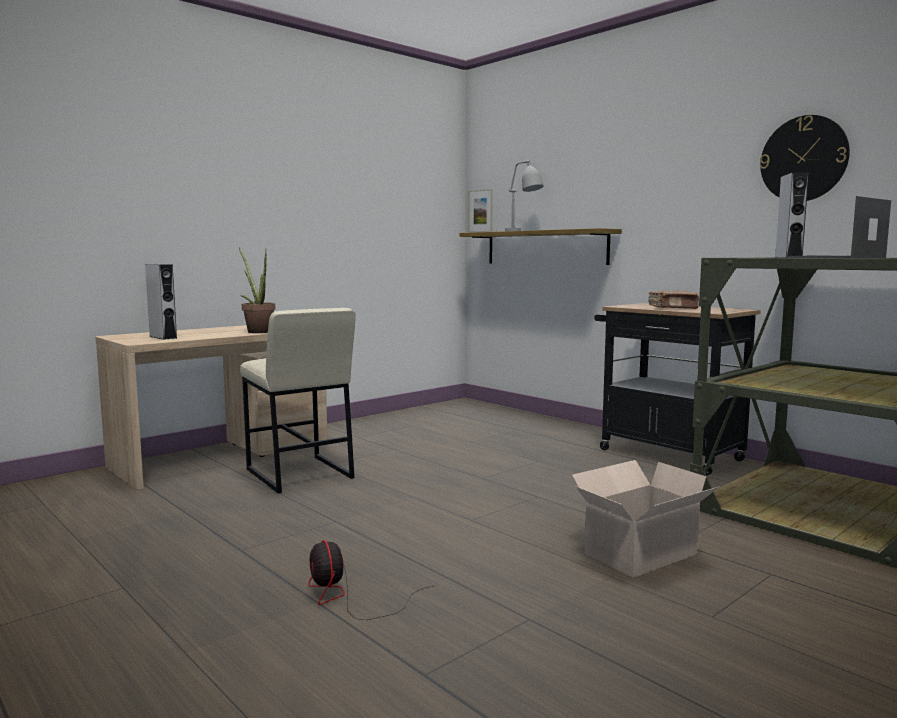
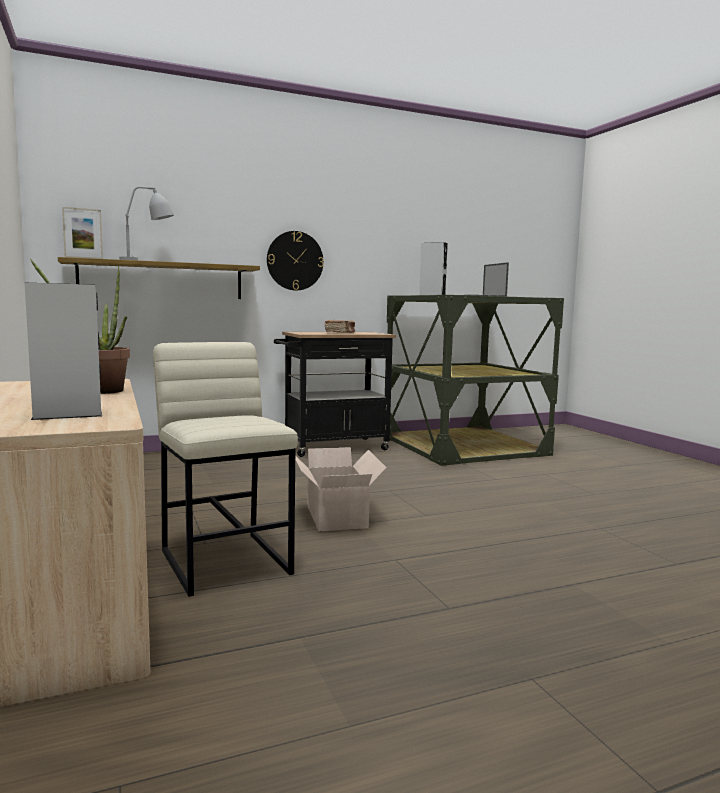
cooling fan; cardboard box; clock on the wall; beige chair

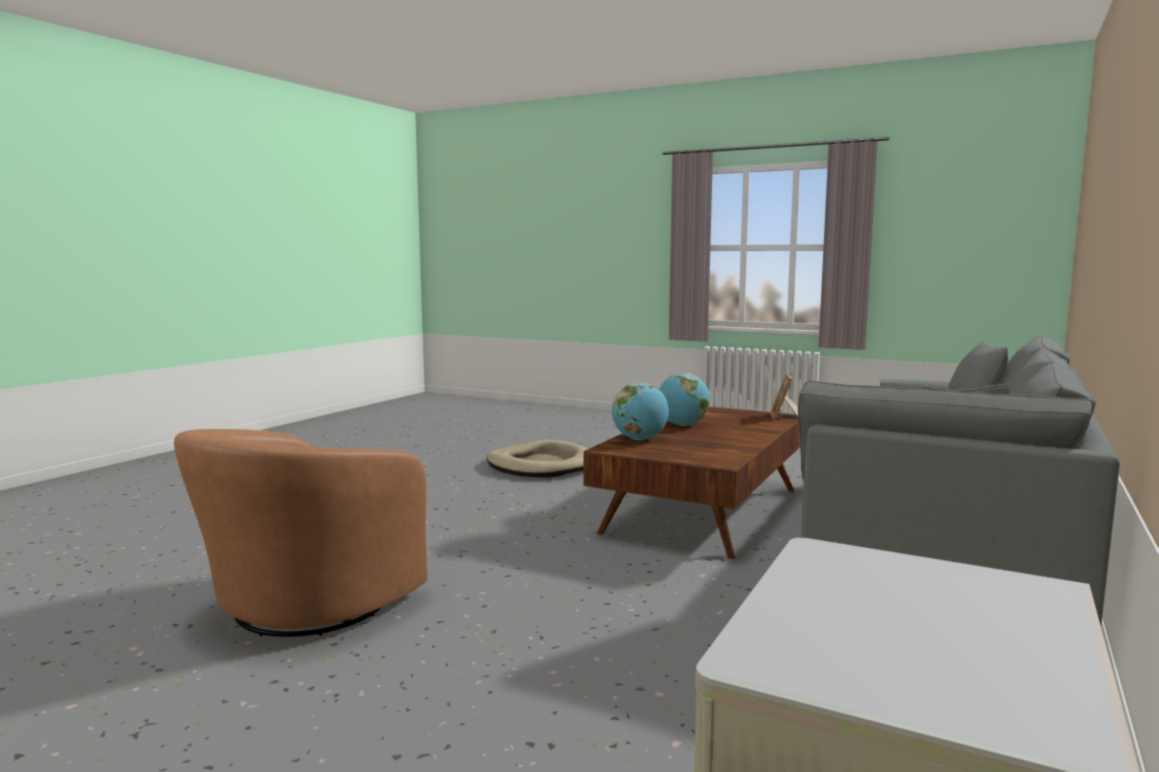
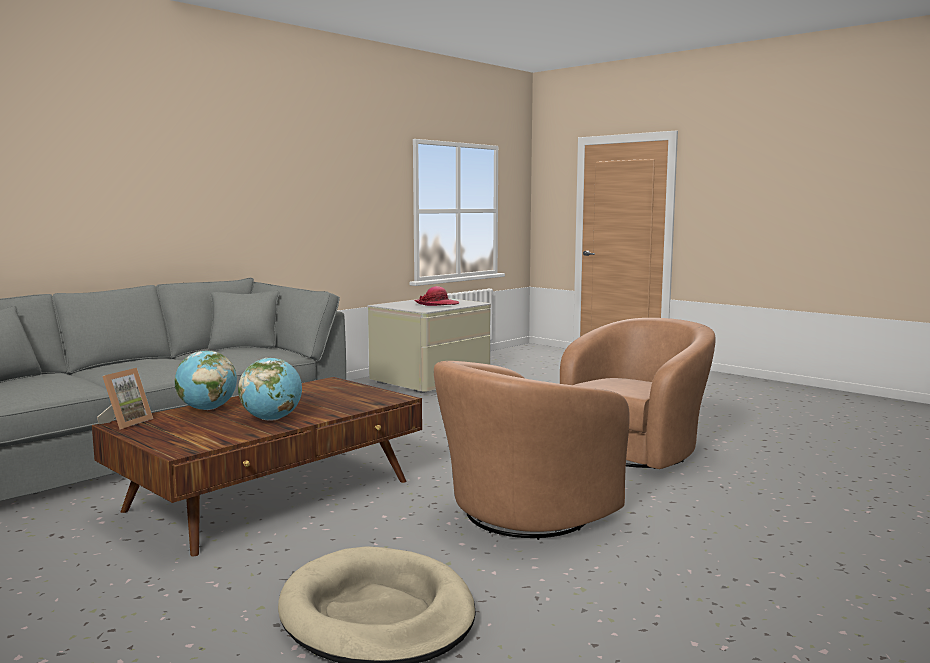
hat; brown-coloured easy chair (1st from left); desk globe (1st from left)

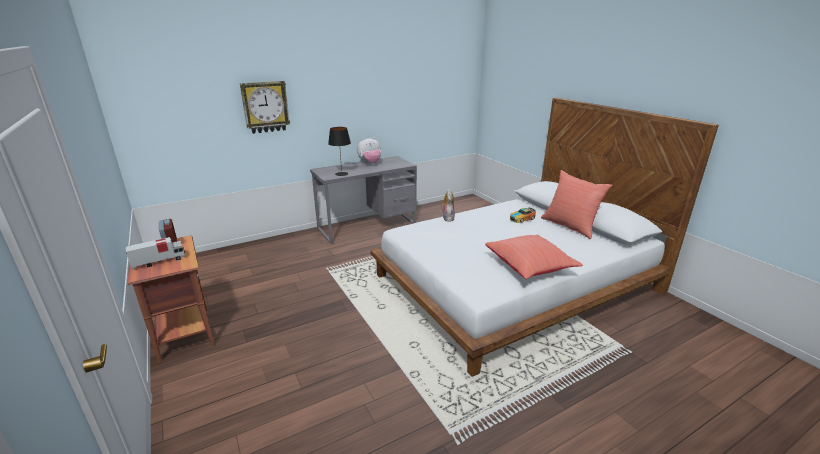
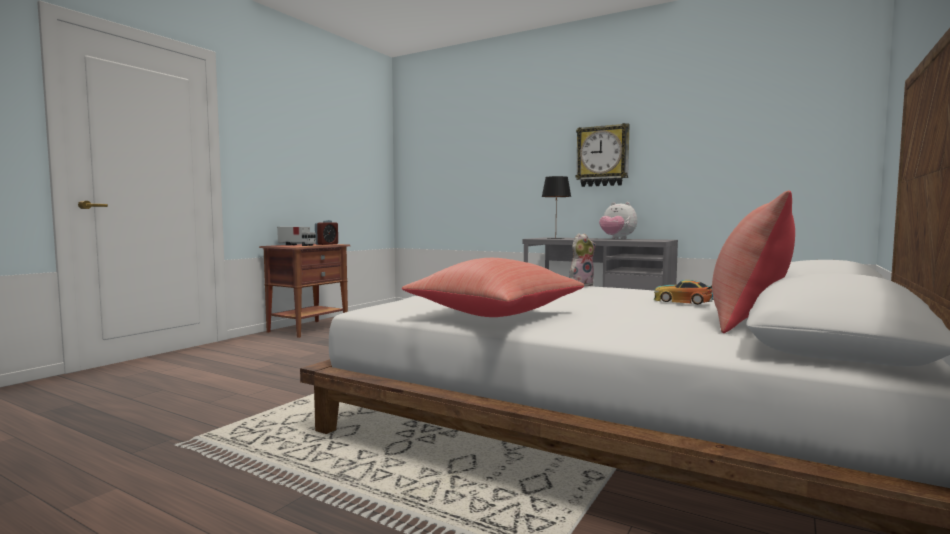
clock on the wall

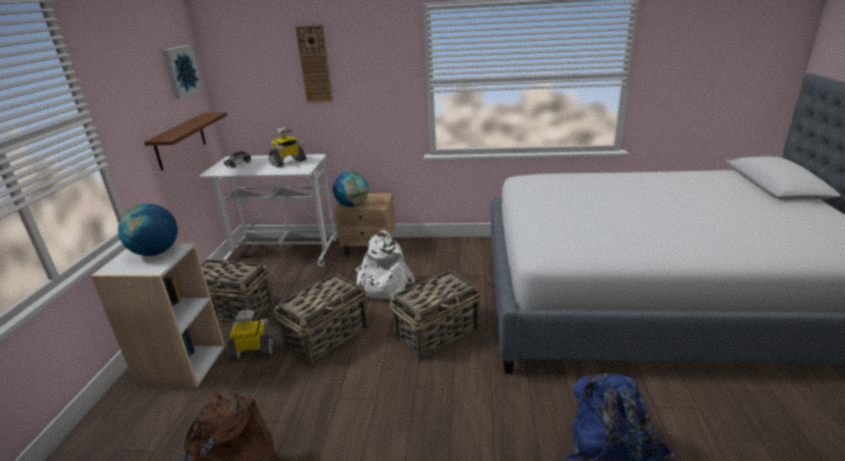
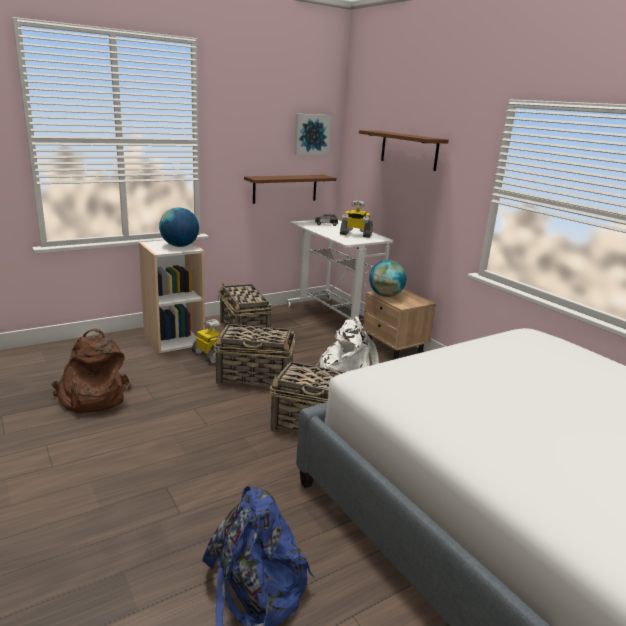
brown-coloured wall shelf (2nd from left)

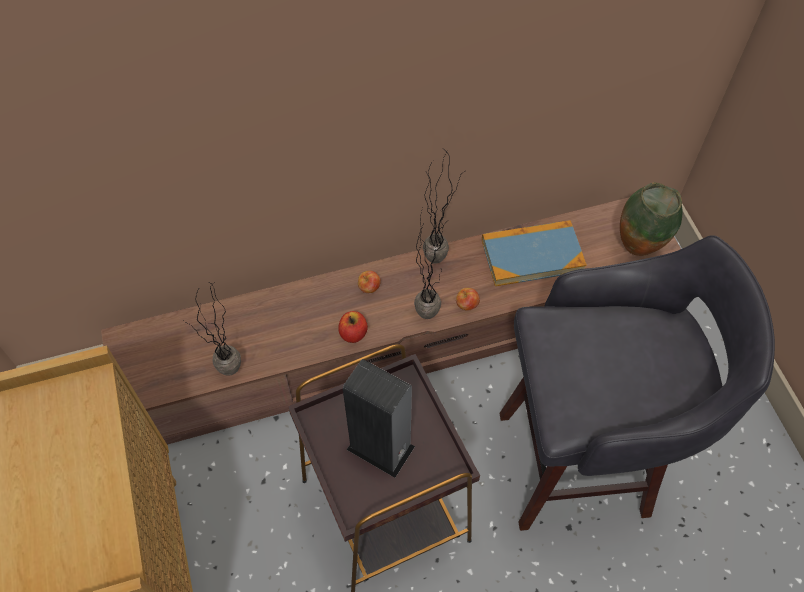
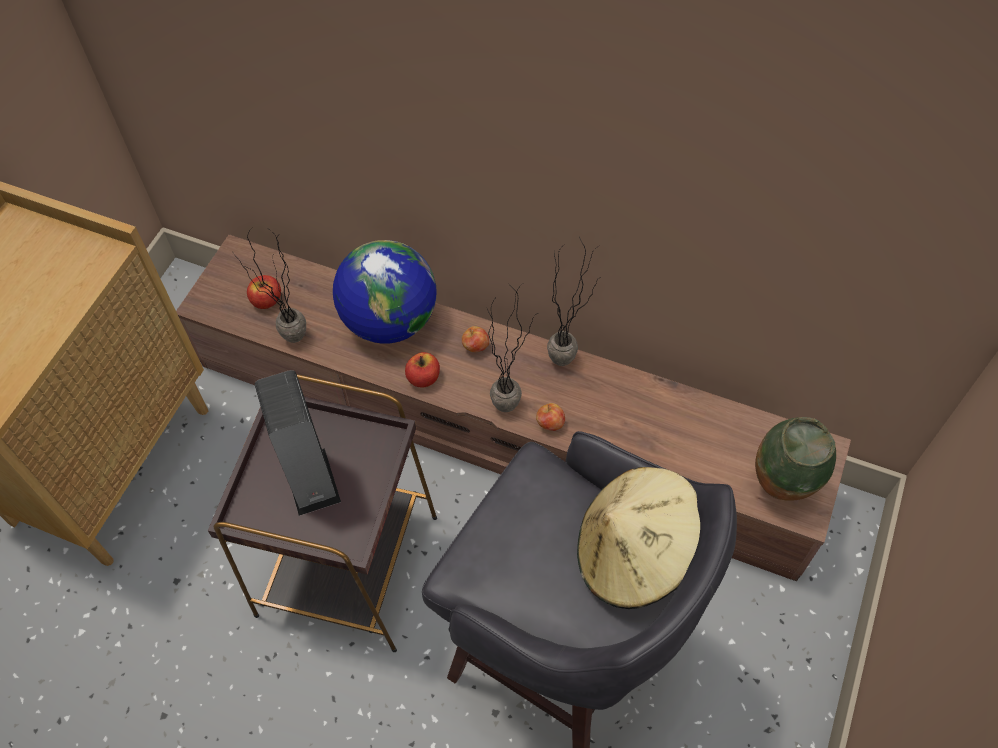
bound book; whole apple (1st from left); desk globe; beige hat

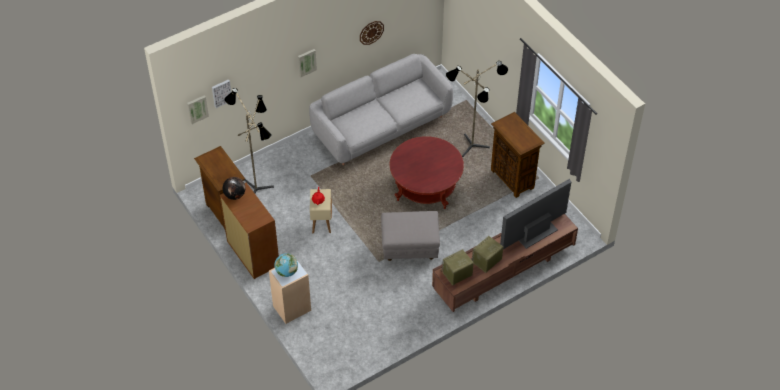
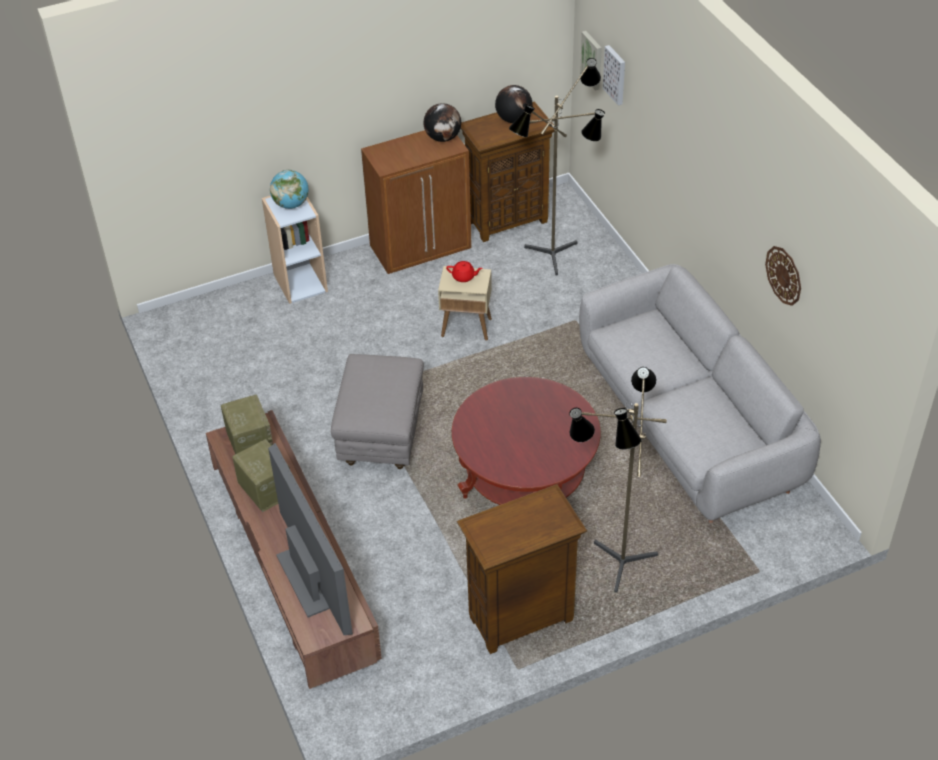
picture (3rd from left in the first image); desk globe (3rd from left)

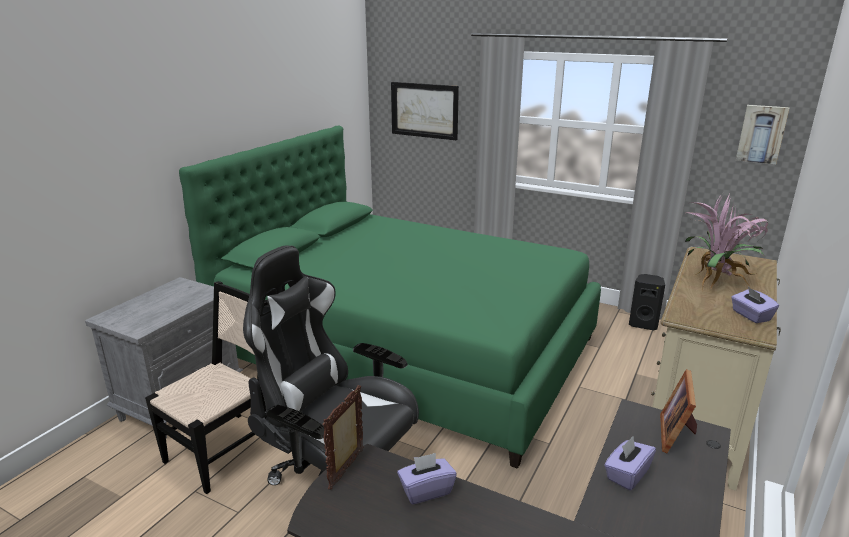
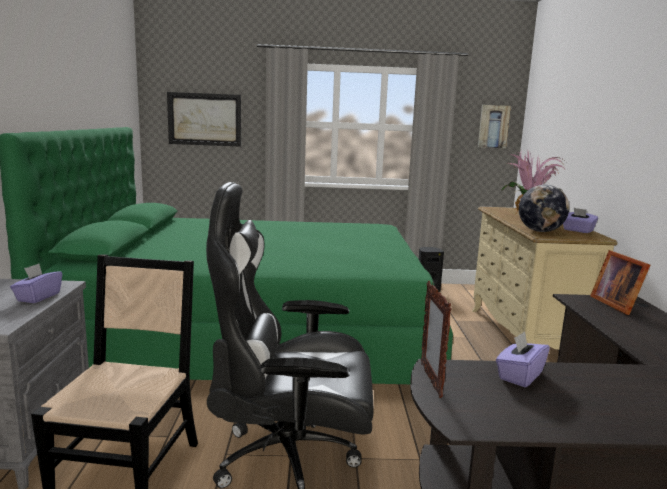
desk globe; purple-coloured box of tissues (1st from left)

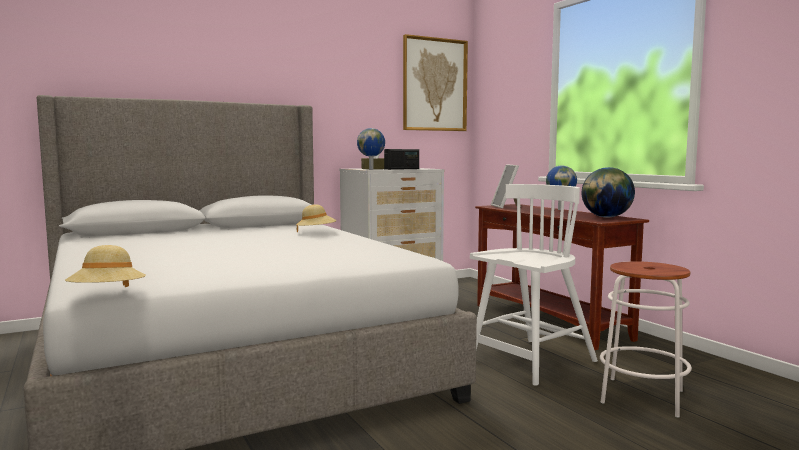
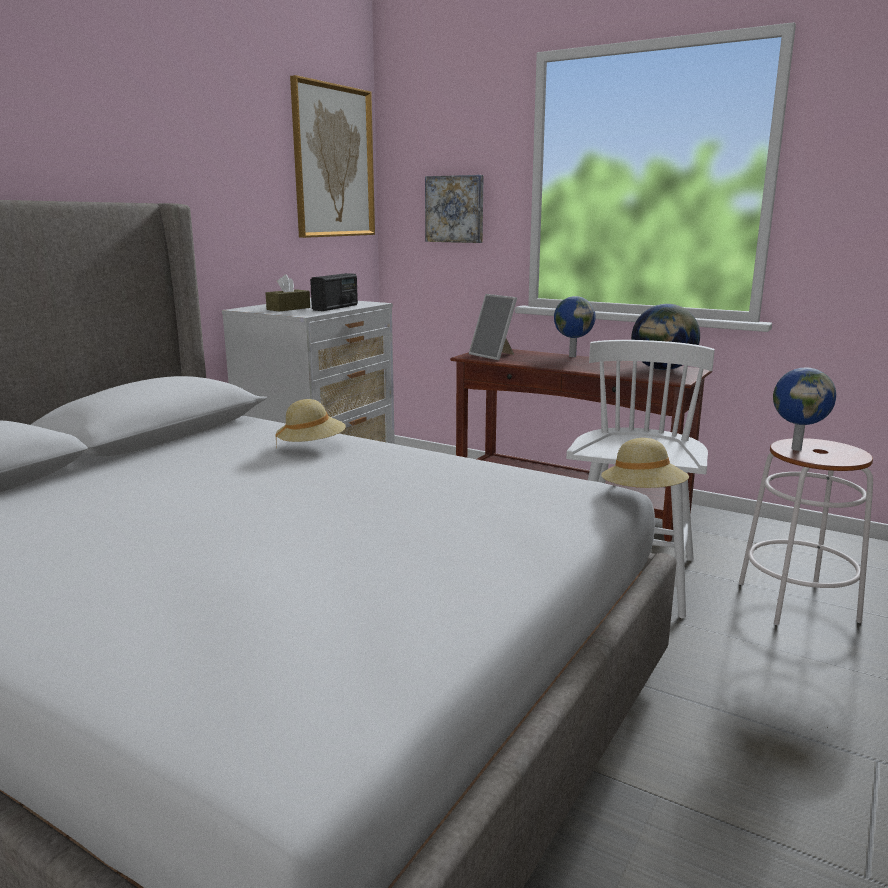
picture (2nd from left); beige hat (2nd from left); desk globe (3rd from left)

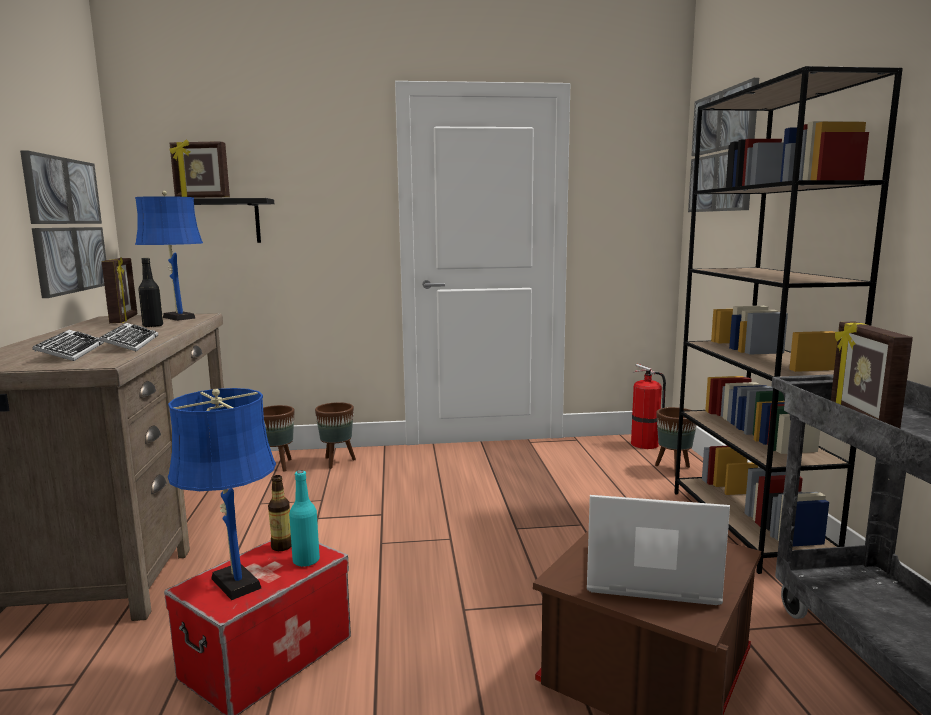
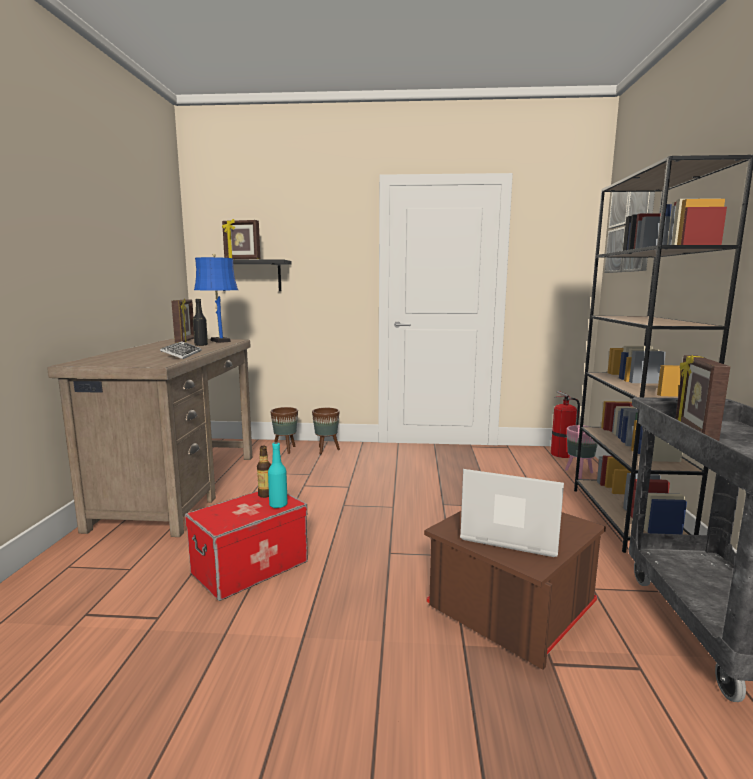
picture (1st from left in the first image); computer keyboard (1st from left in the first image); blue table lamp (2nd from left in the first image); pink flower pot

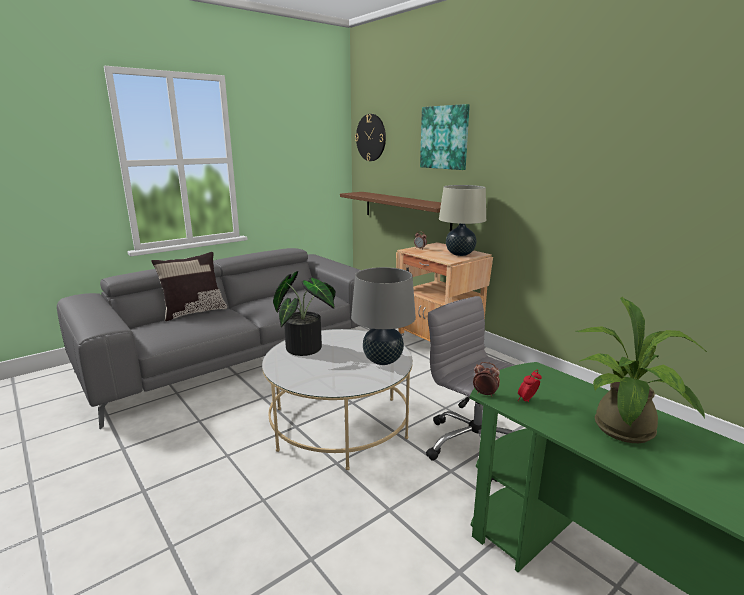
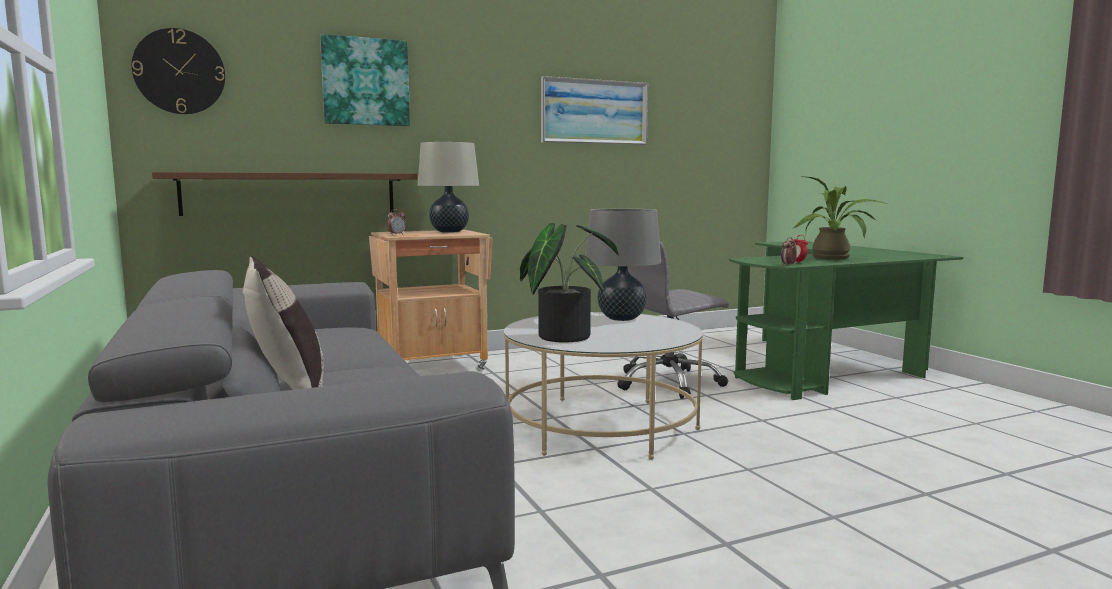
picture (2nd from left)

